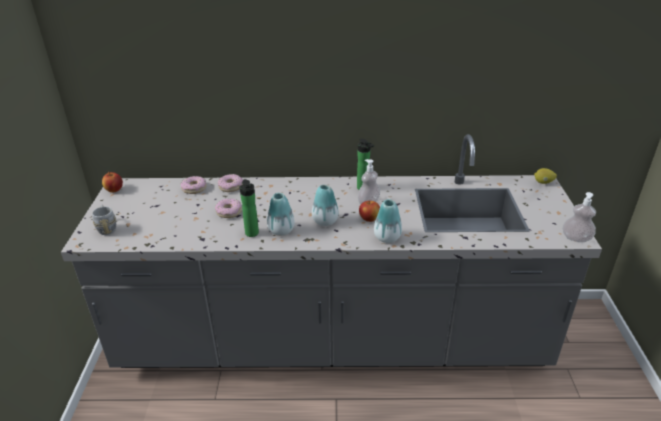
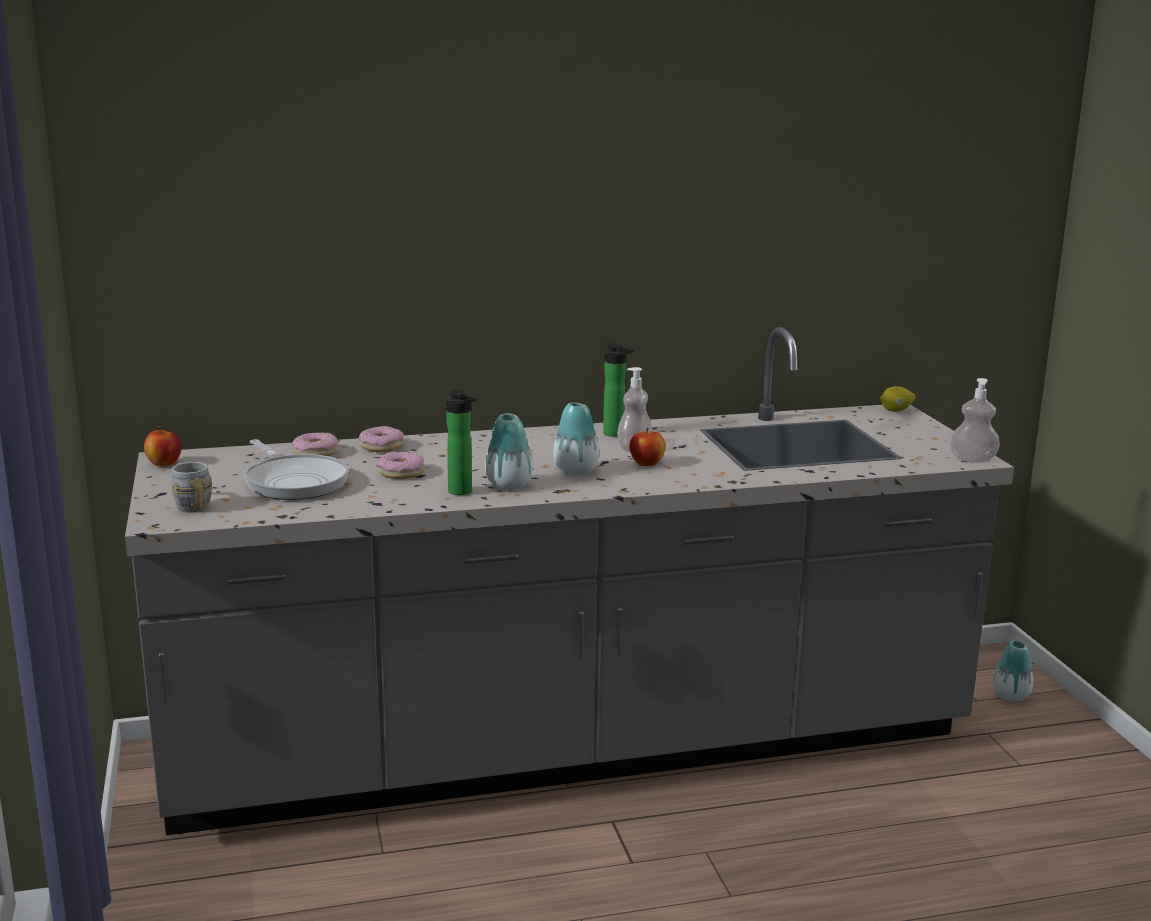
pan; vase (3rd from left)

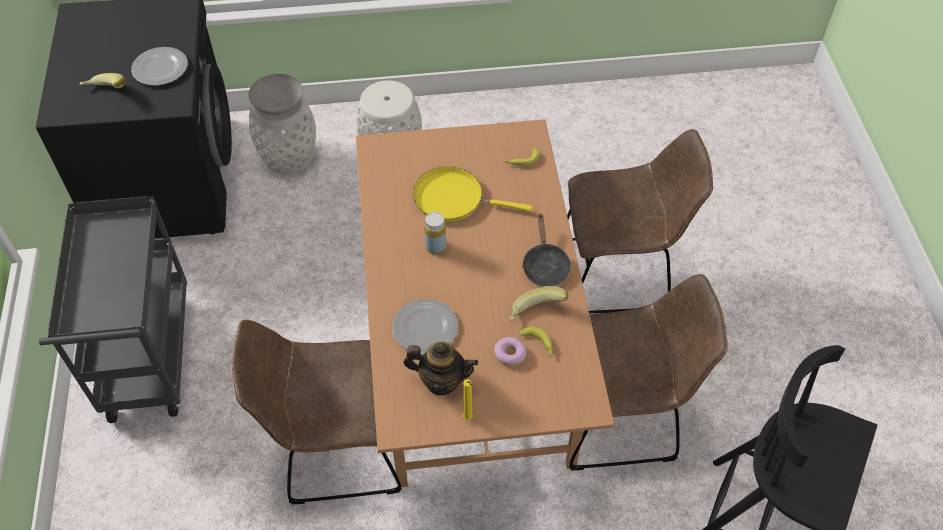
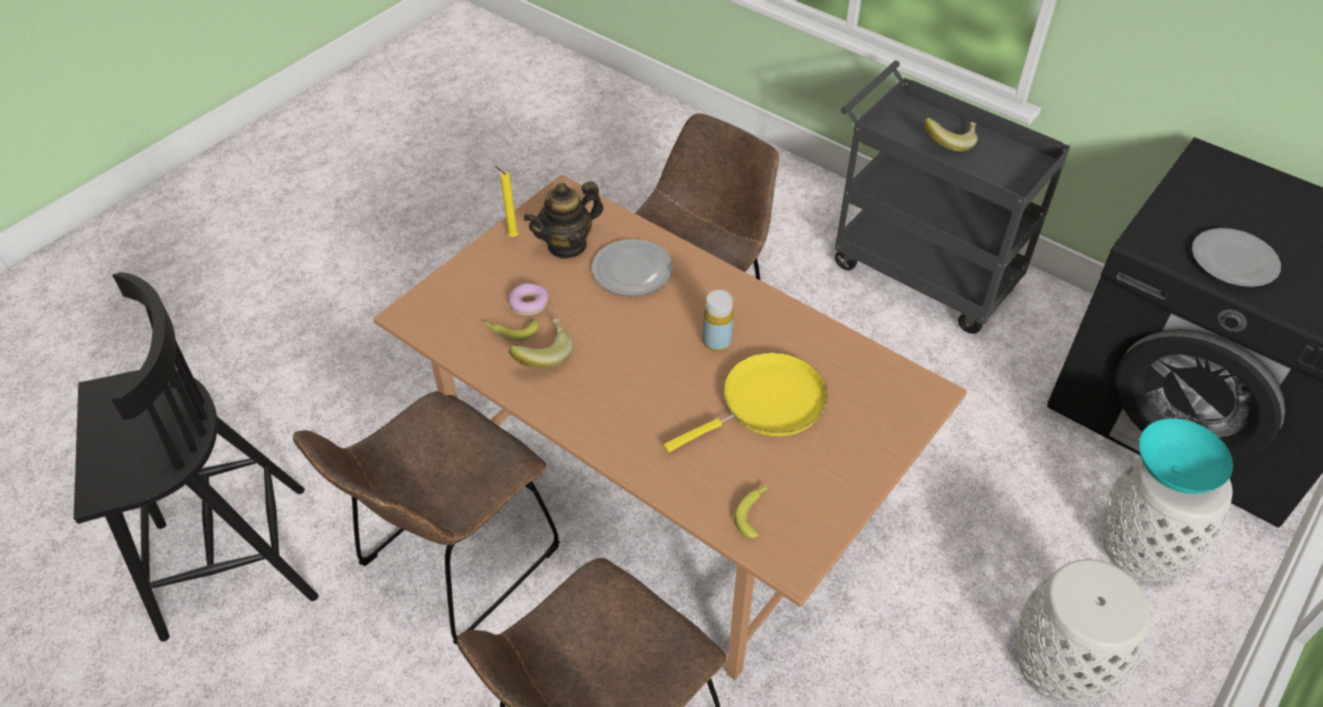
black-coloured pan; whole banana (4th from left); blue-green deep dish

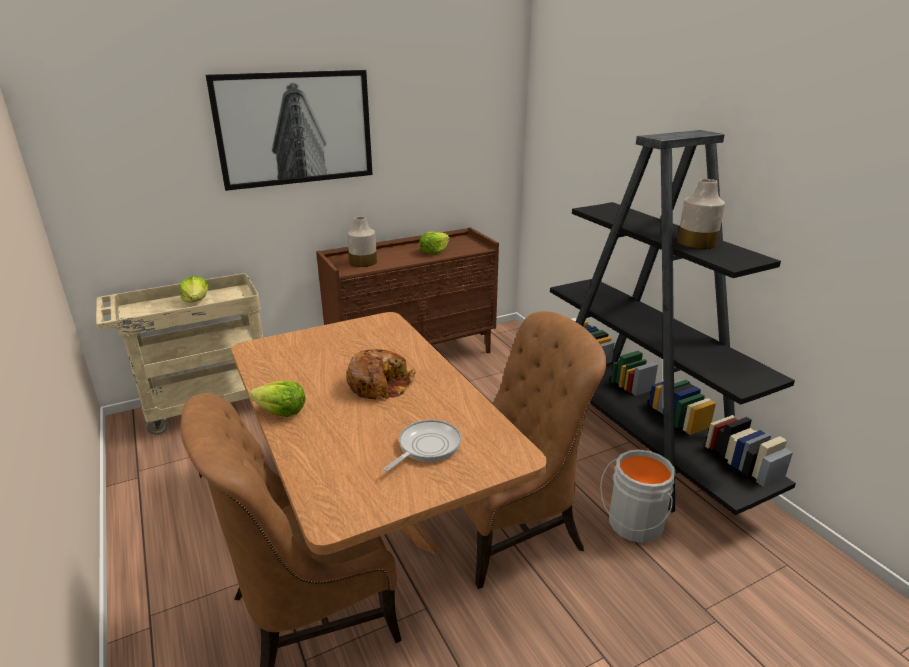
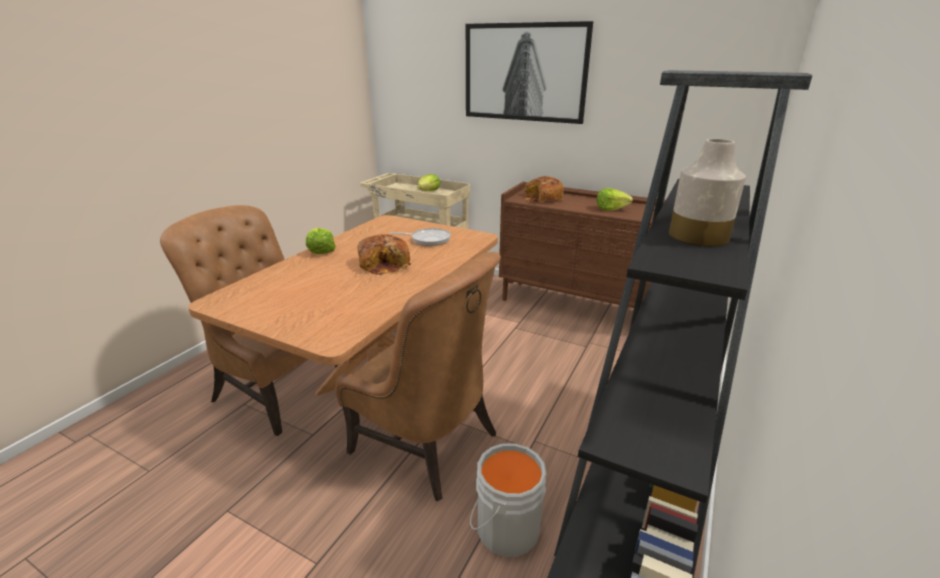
pan; bakery bread (2nd from left)

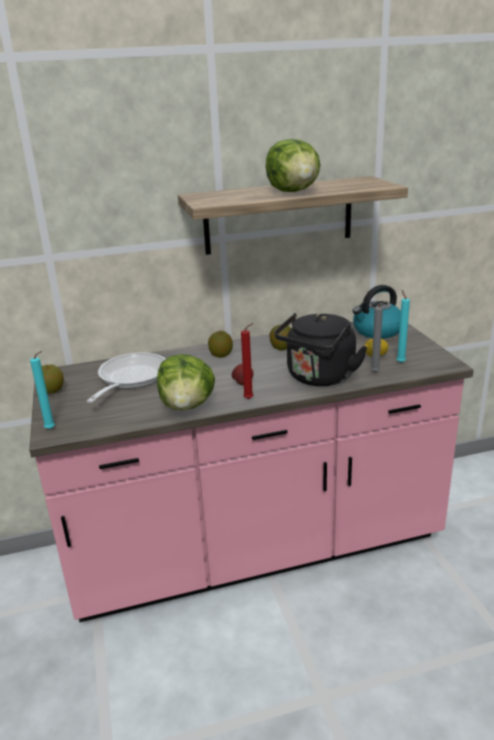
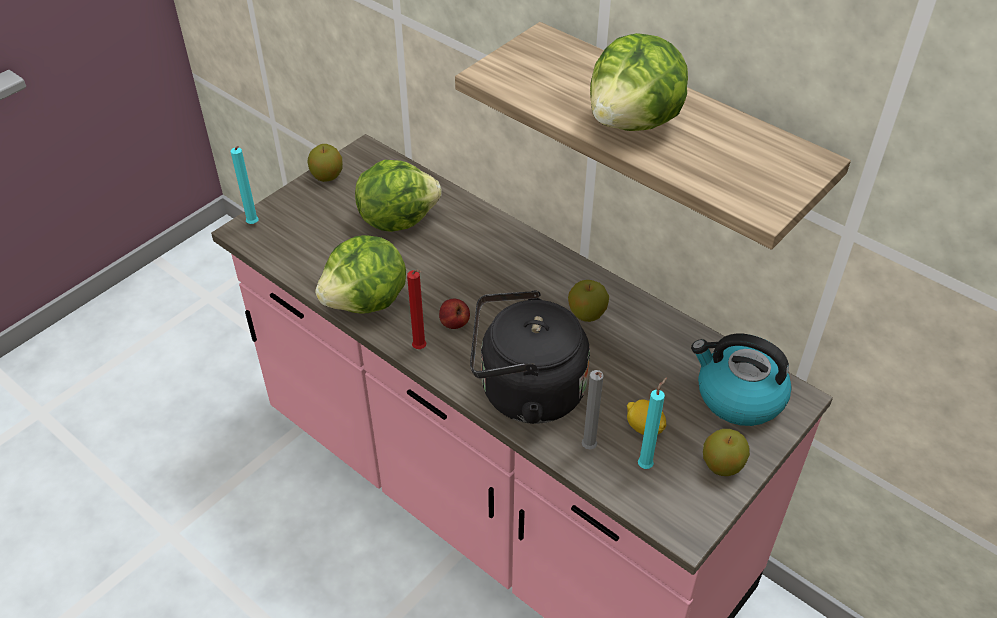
whole apple (4th from left); lettuce head (2nd from left)

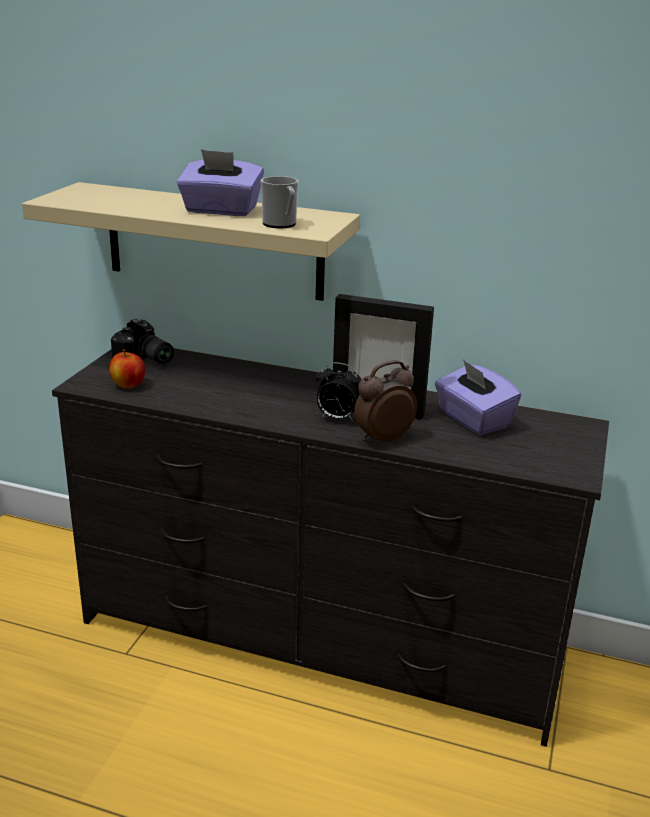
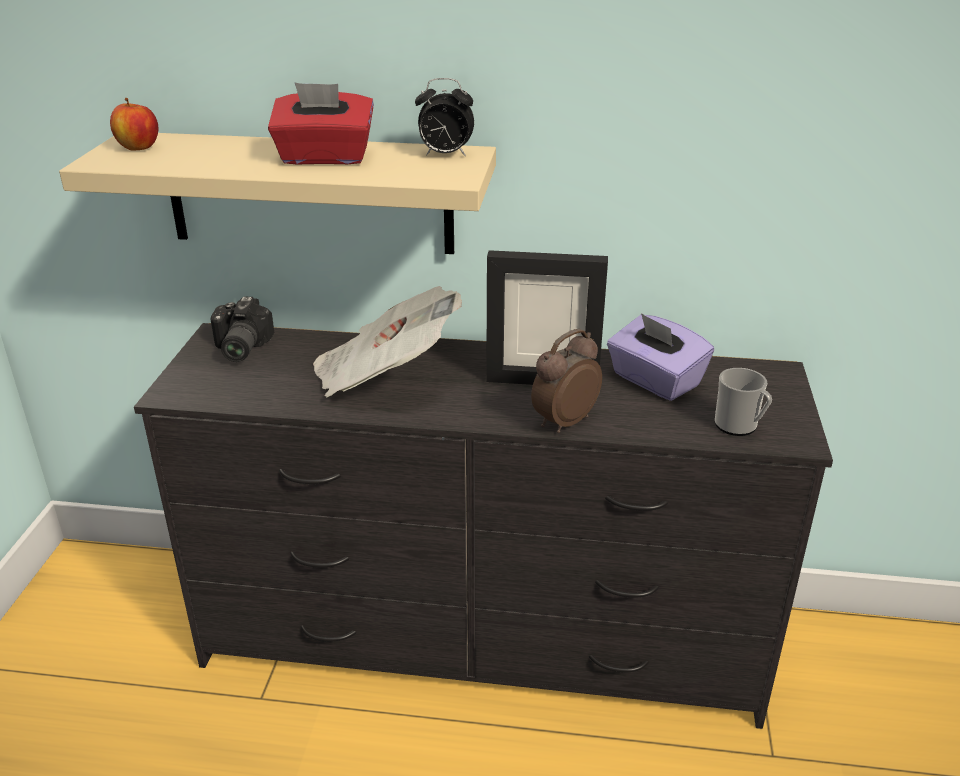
newspaper; whole apple; mug; bedside clock (1st from left); red box of tissues; photo camera

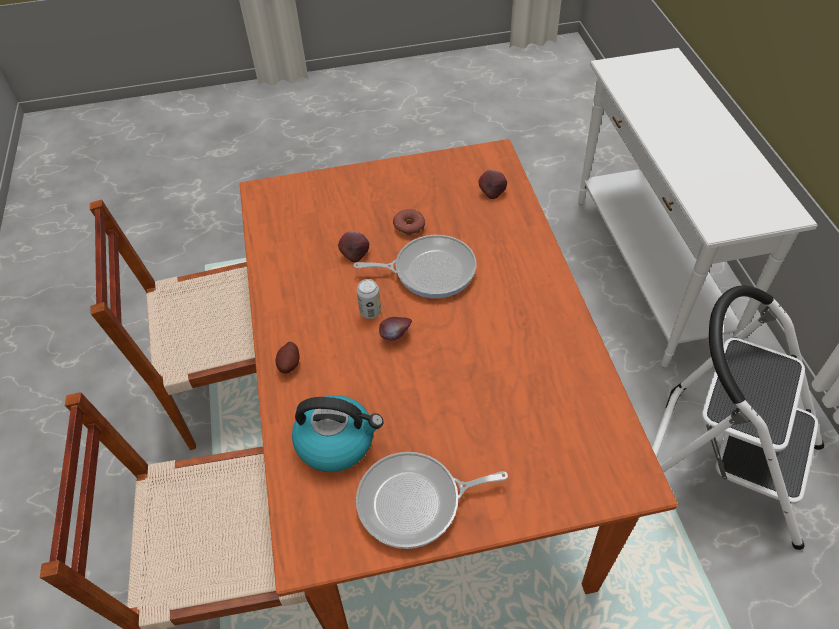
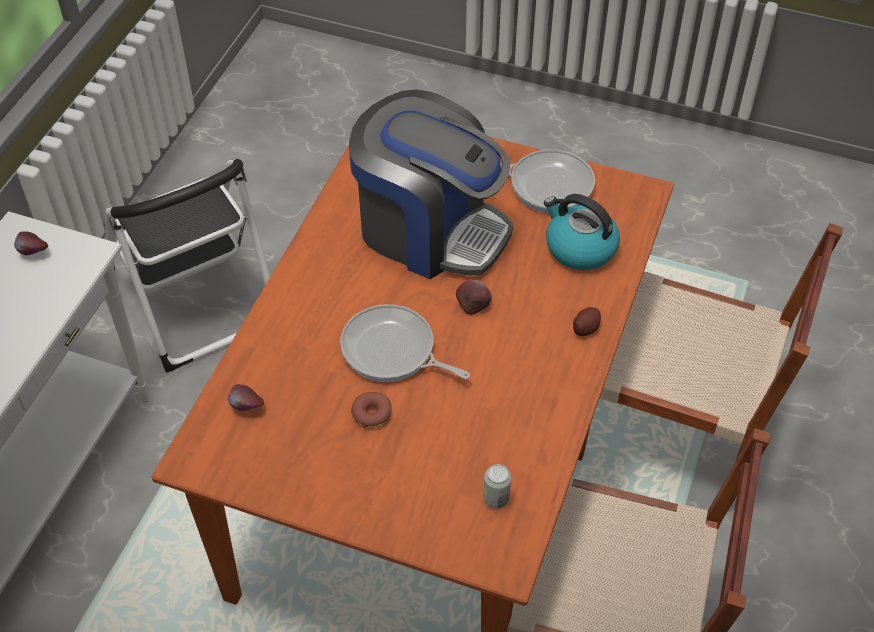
coffee machine; whole apple (1st from left); can

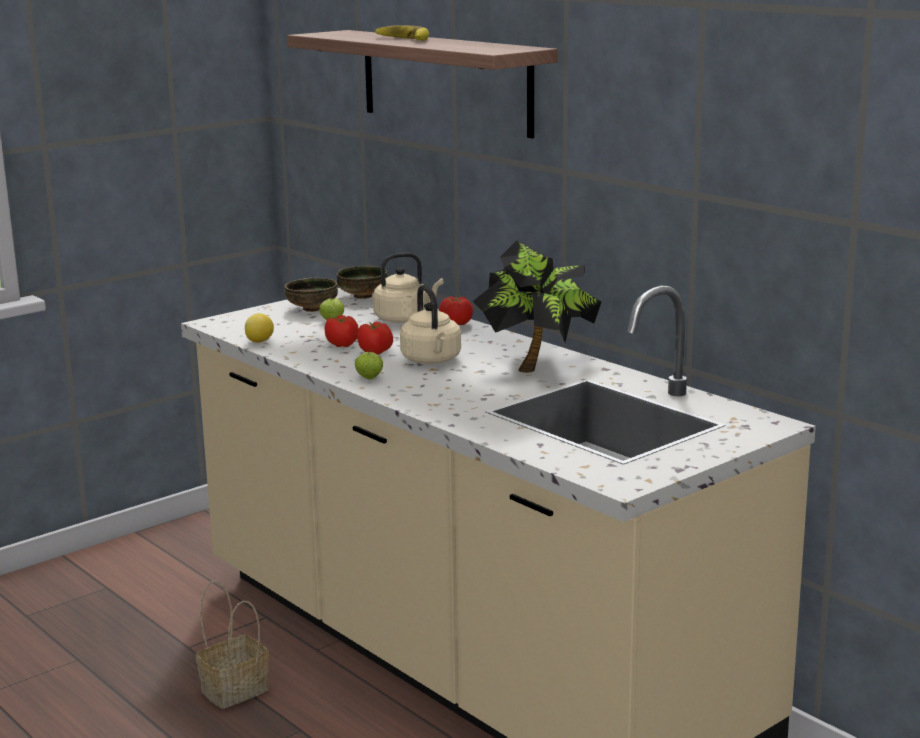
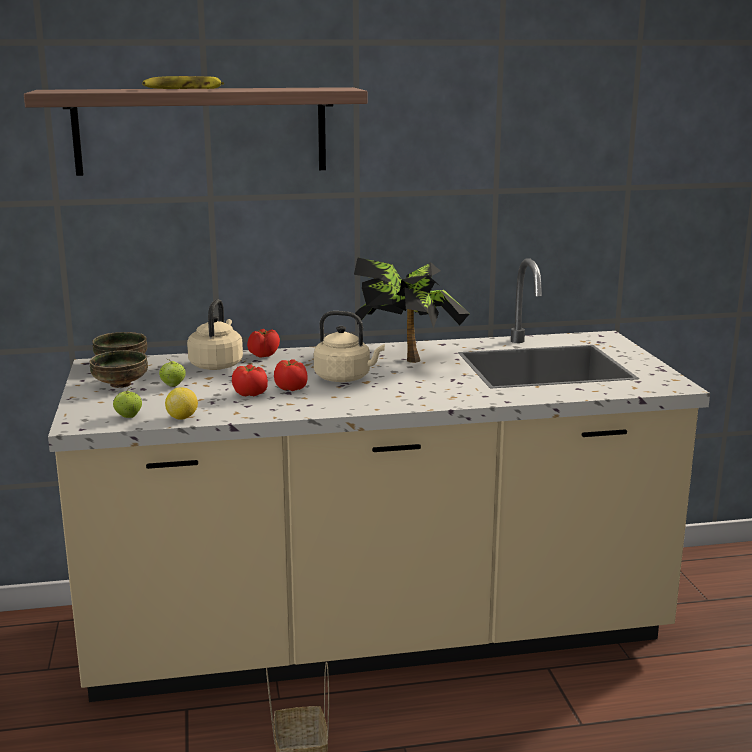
whole apple (1st from left)

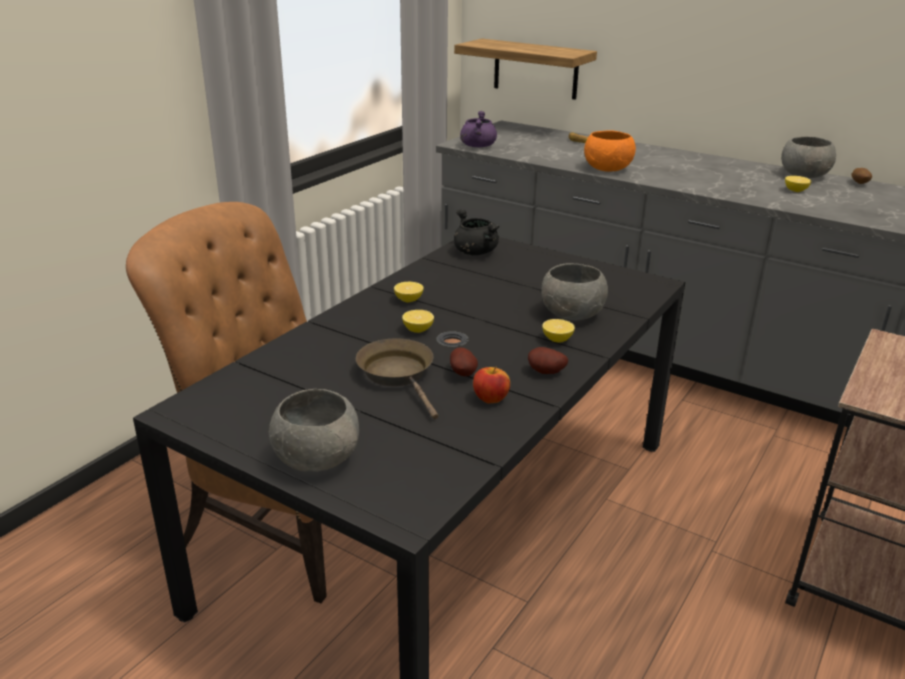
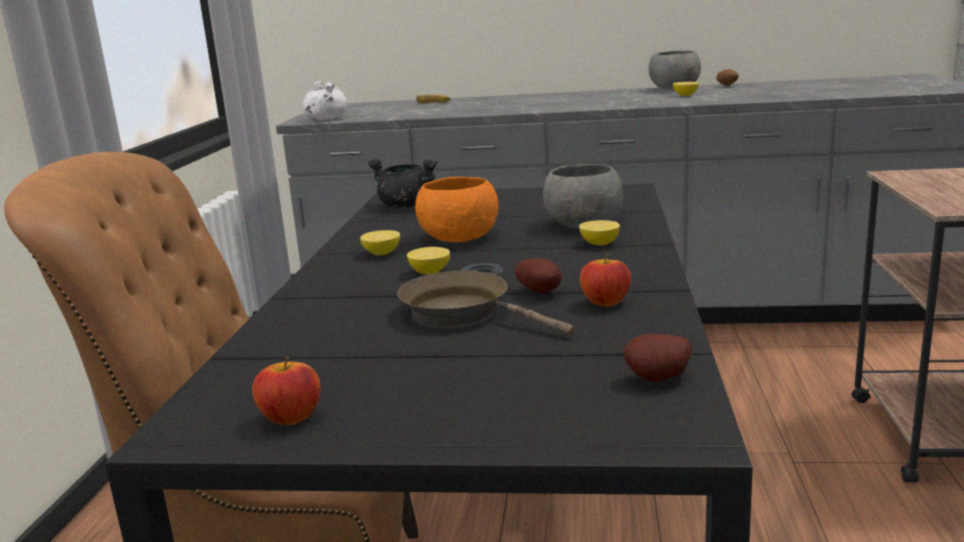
greyish deep dish (1st from left in the first image); wall shelf; whole apple (1st from left); whole potato (2nd from left); orangey deep dish; whitish cooking pot

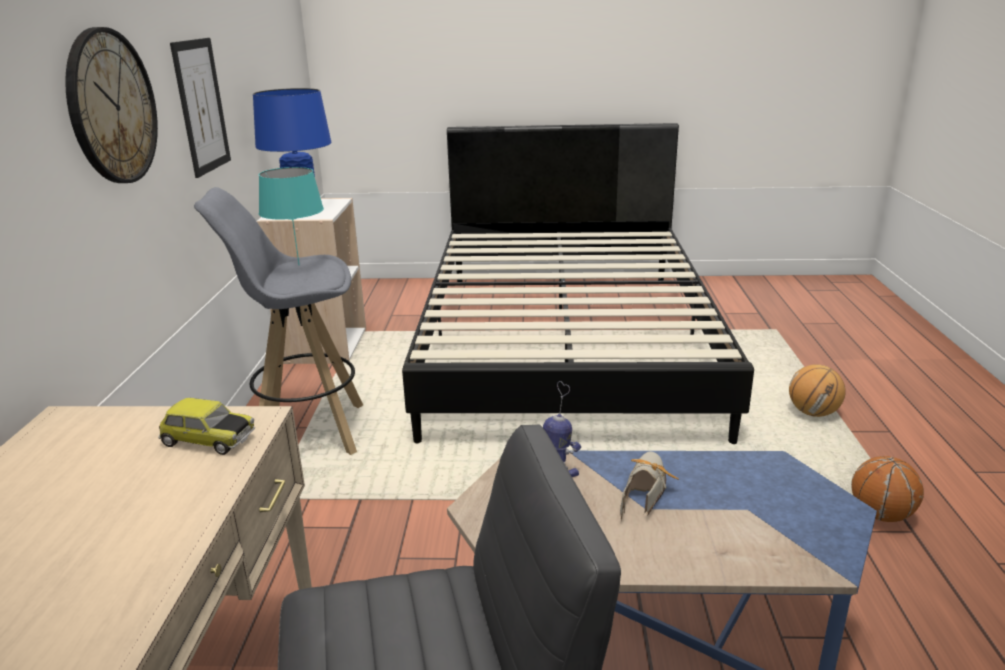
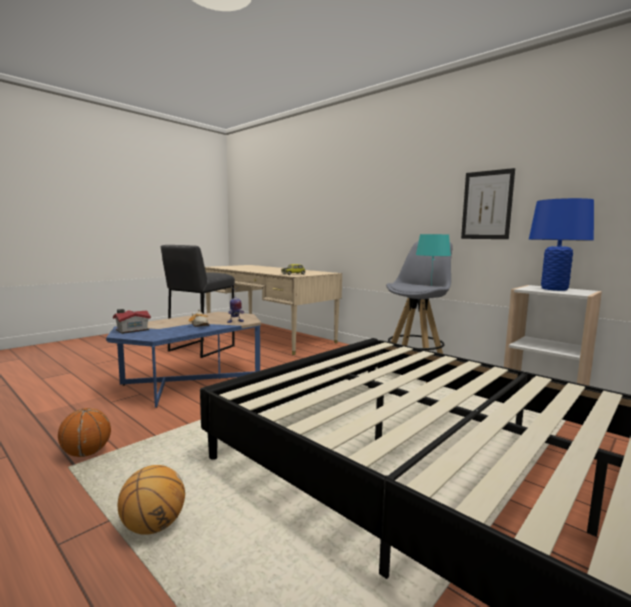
clock on the wall; toy house

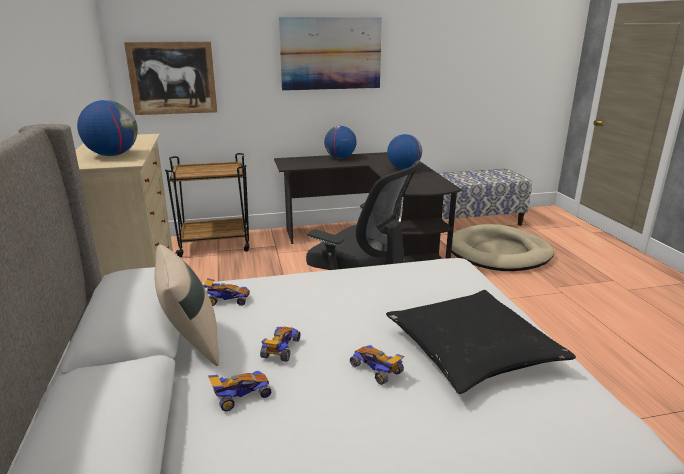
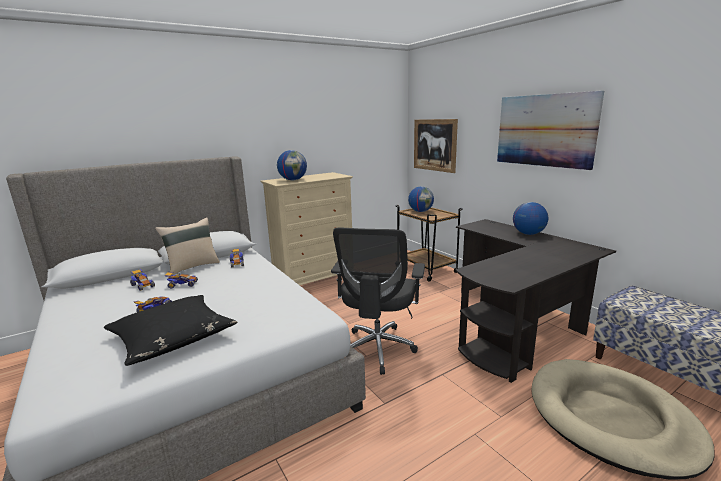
desk globe (2nd from left)

